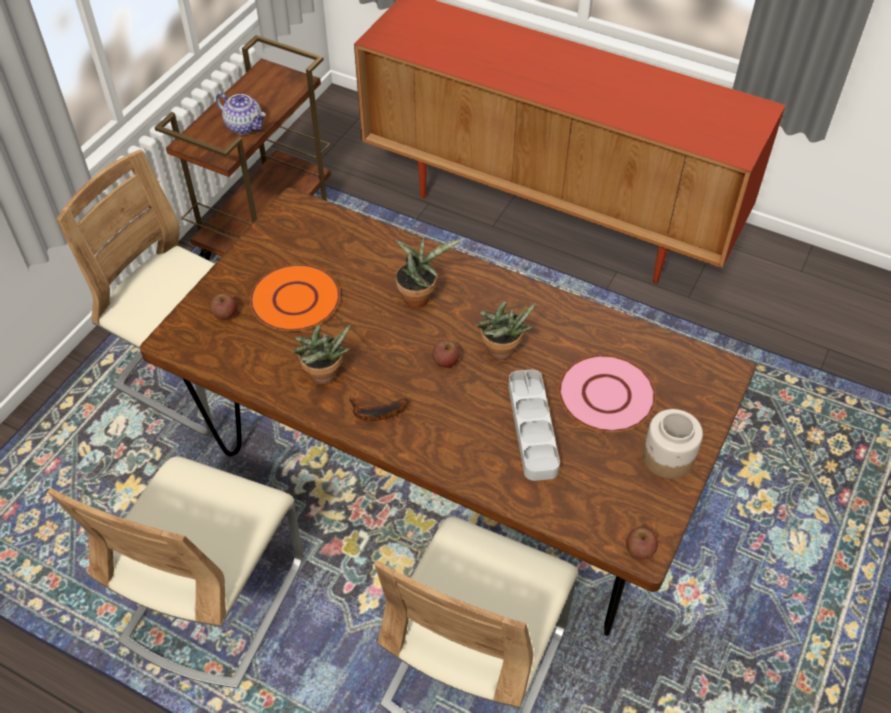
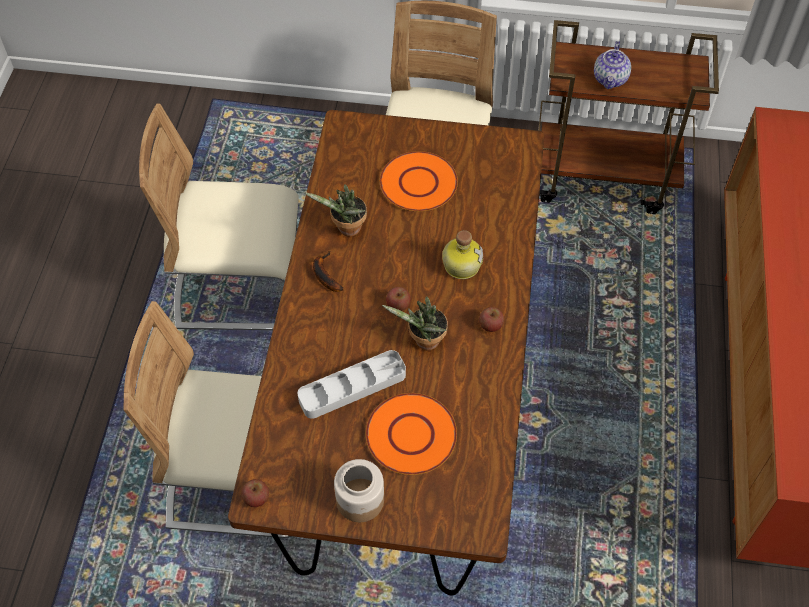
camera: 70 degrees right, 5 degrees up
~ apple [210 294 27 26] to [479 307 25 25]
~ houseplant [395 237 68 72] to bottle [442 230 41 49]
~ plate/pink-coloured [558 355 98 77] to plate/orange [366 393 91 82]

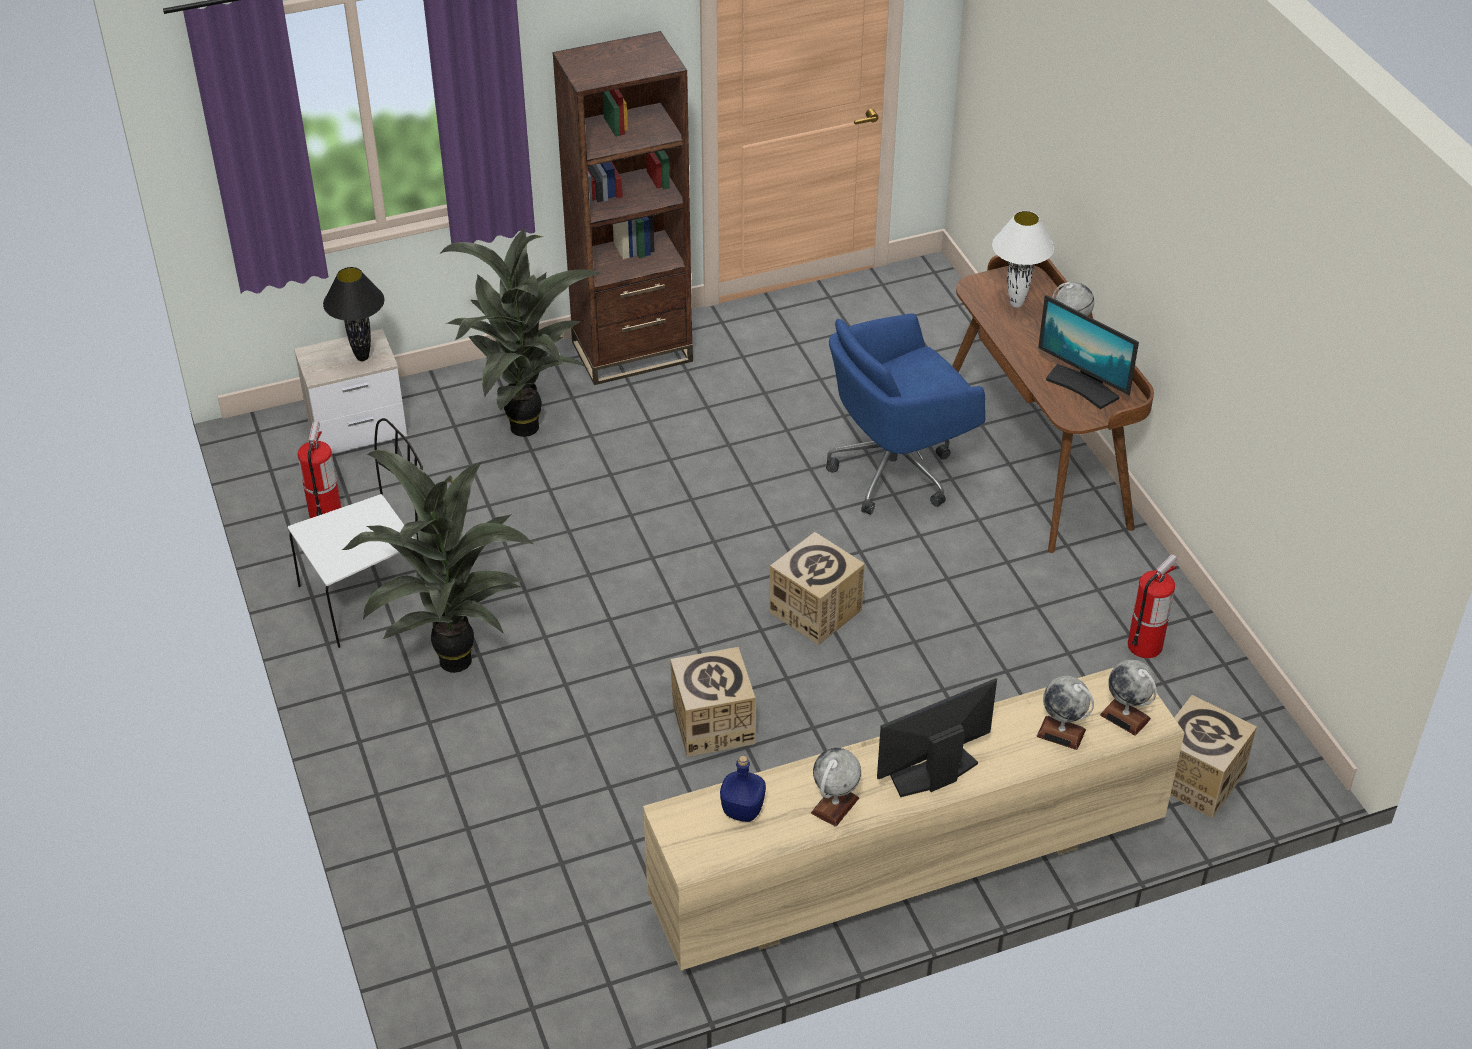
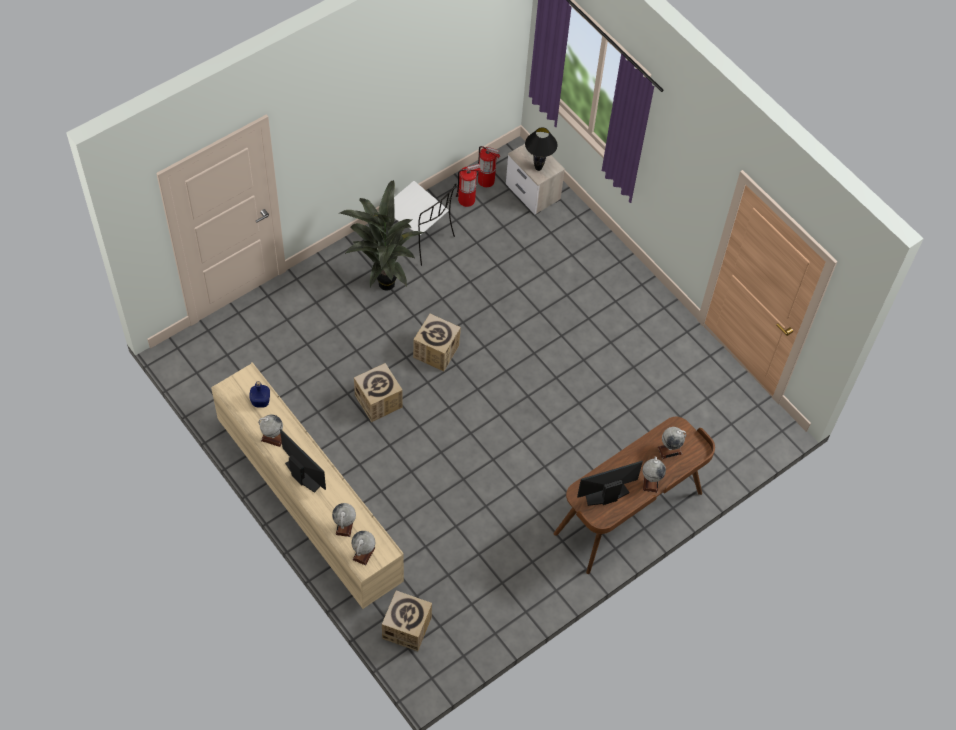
camera: 70 degrees right, 15 degrees up
- houseplant [440 228 163 209]
- bookcase/brownish [552 31 141 354]
- desk chair/blue-coloured [826 313 159 202]
~ cardboard box [769 532 96 113] to [413 314 48 57]
~ fire-fighting cylinder [1128 554 50 104] to [476 146 24 41]
~ table lamp/white-coloured [992 211 62 97] to desk globe [658 427 29 32]
~ monitor [1038 295 101 114] = [577 461 66 45] 45 degrees clockwise

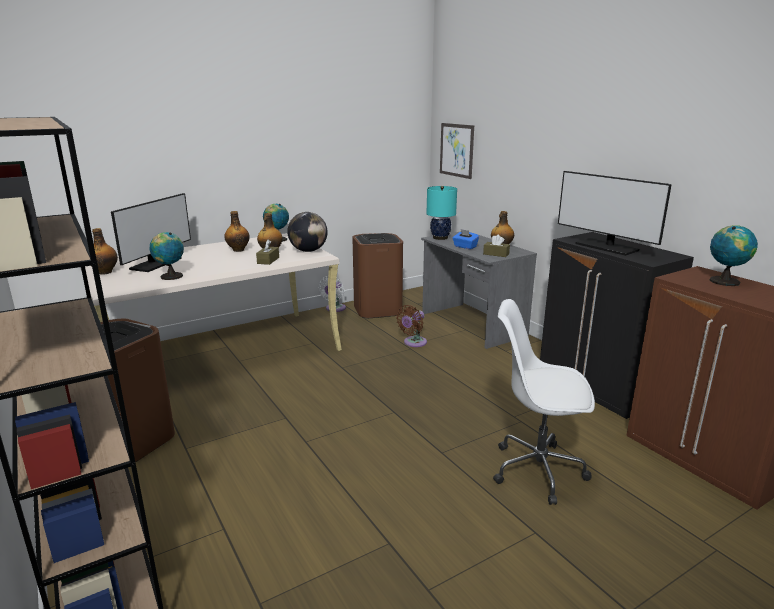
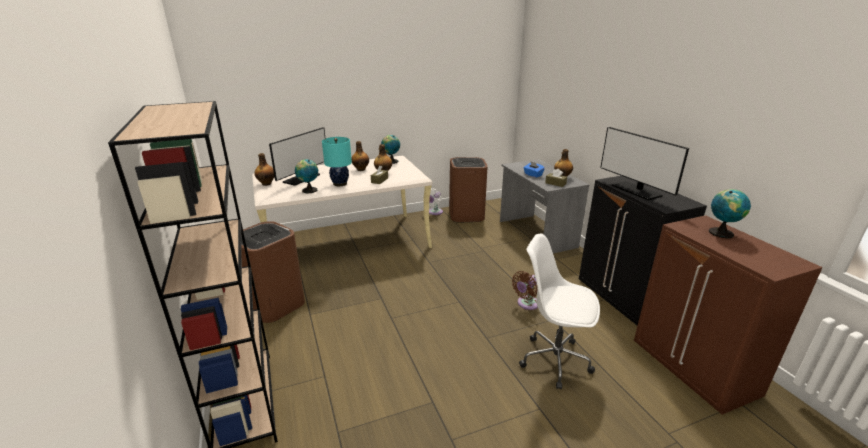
camera: 10 degrees right, 5 degrees up
- desk globe [287 212 41 40]
- picture [440 123 34 56]
~ electric fan/brownish [396 305 31 42] to [512 271 26 39]
~ table lamp/turquoise-coloured [426 186 31 54] to [322 137 30 49]

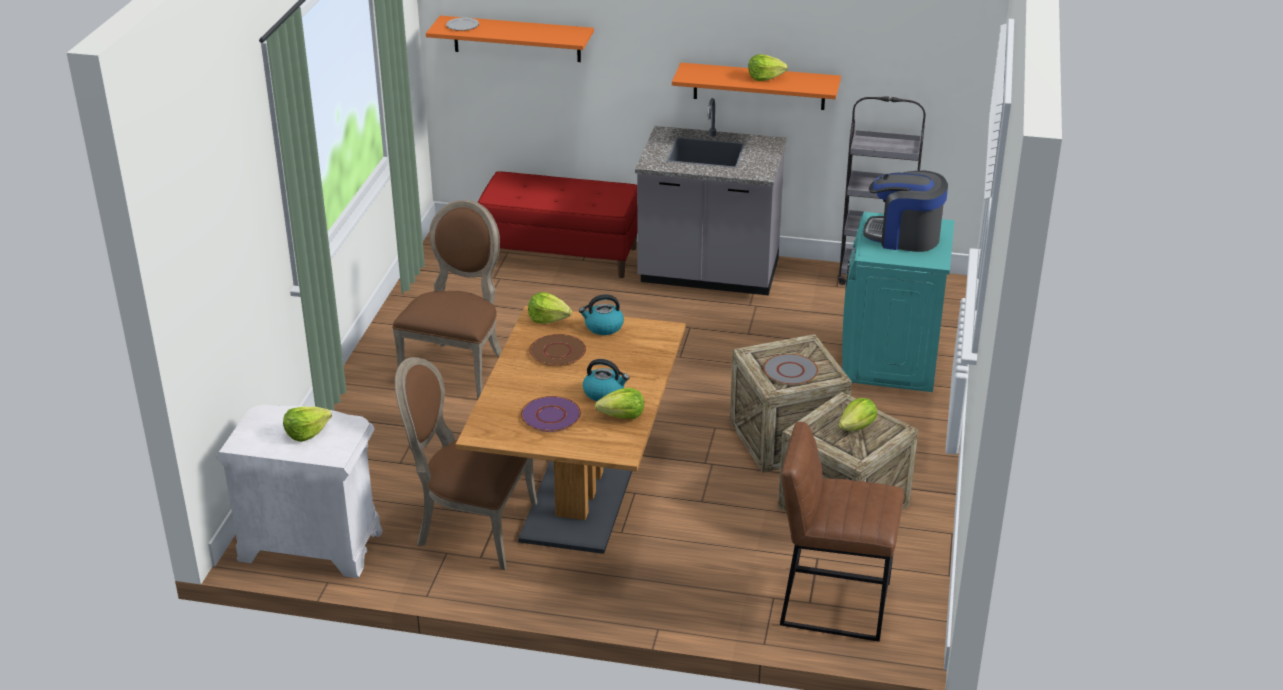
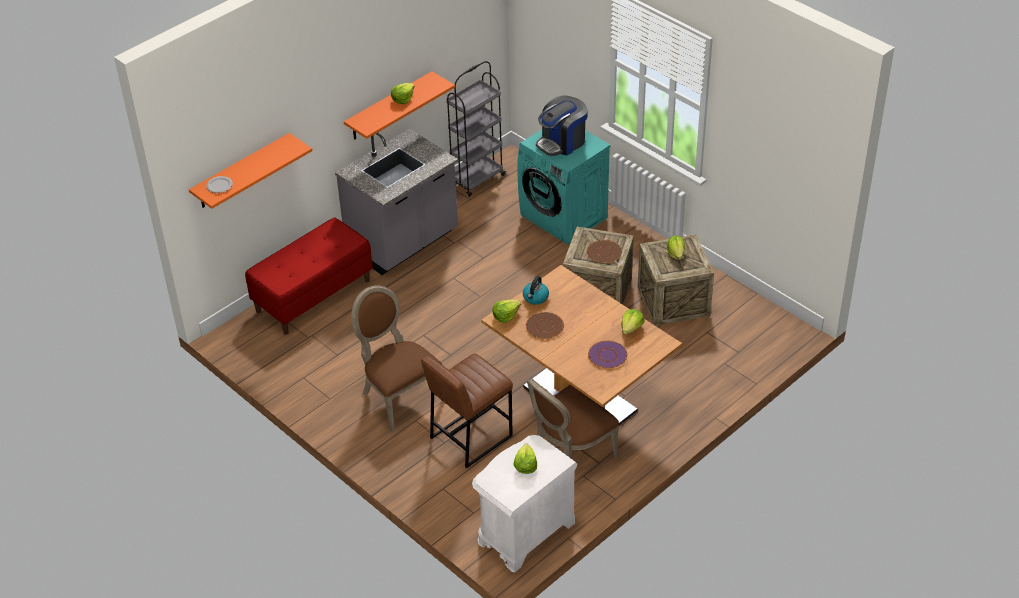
camera: 55 degrees left, 10 degrees up
- tea kettle [583 359 47 42]
~ upright chair/brownish [780 422 124 220] to [421 353 92 115]
~ plate/gray [763 354 55 31] to plate/brownish [586 240 36 23]

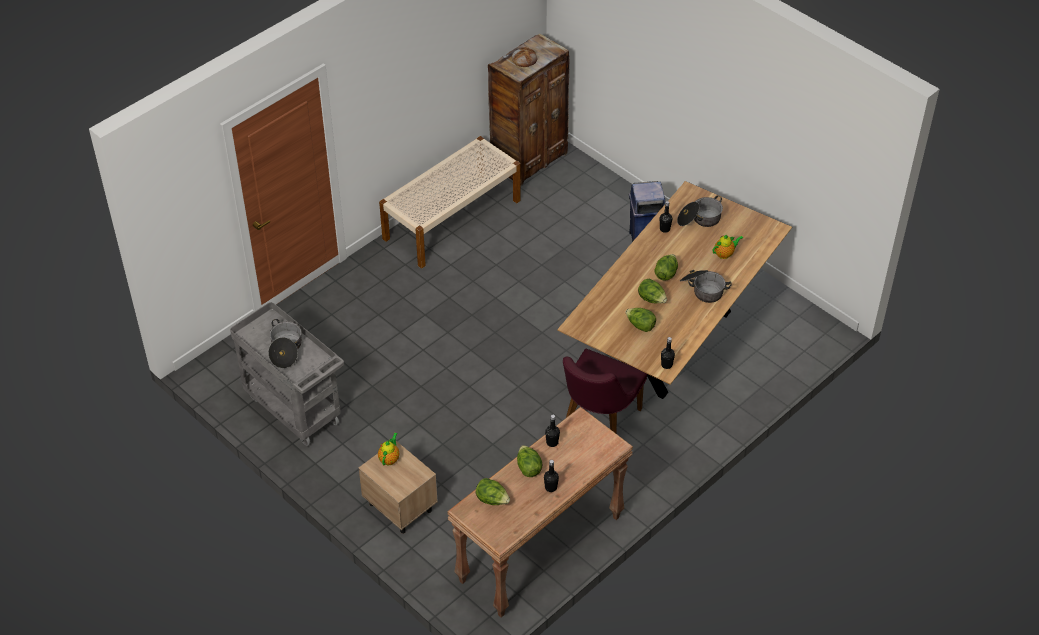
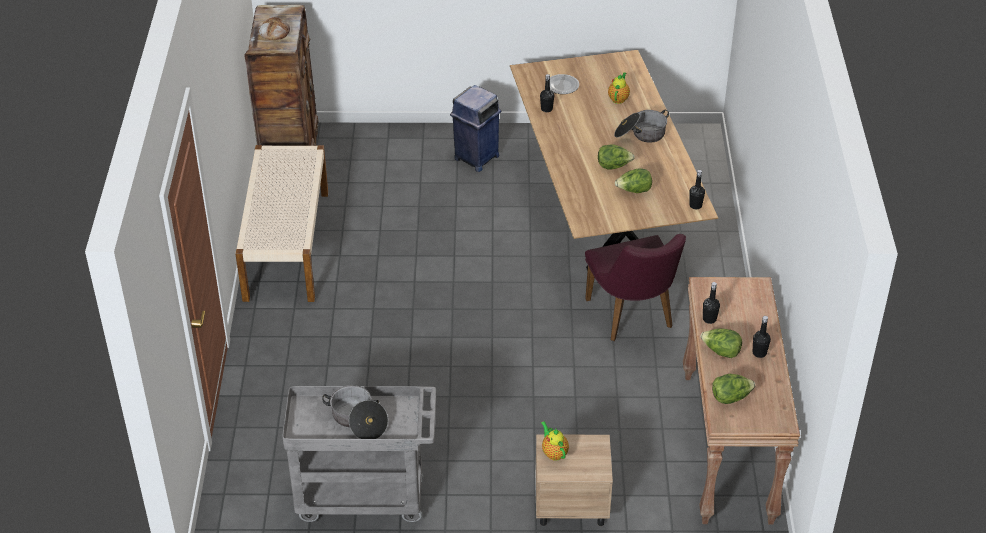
camera: 45 degrees left, 5 degrees down
- head of lettuce [654 254 24 27]
~ stockpot [677 195 46 32] to plate [550 74 29 20]

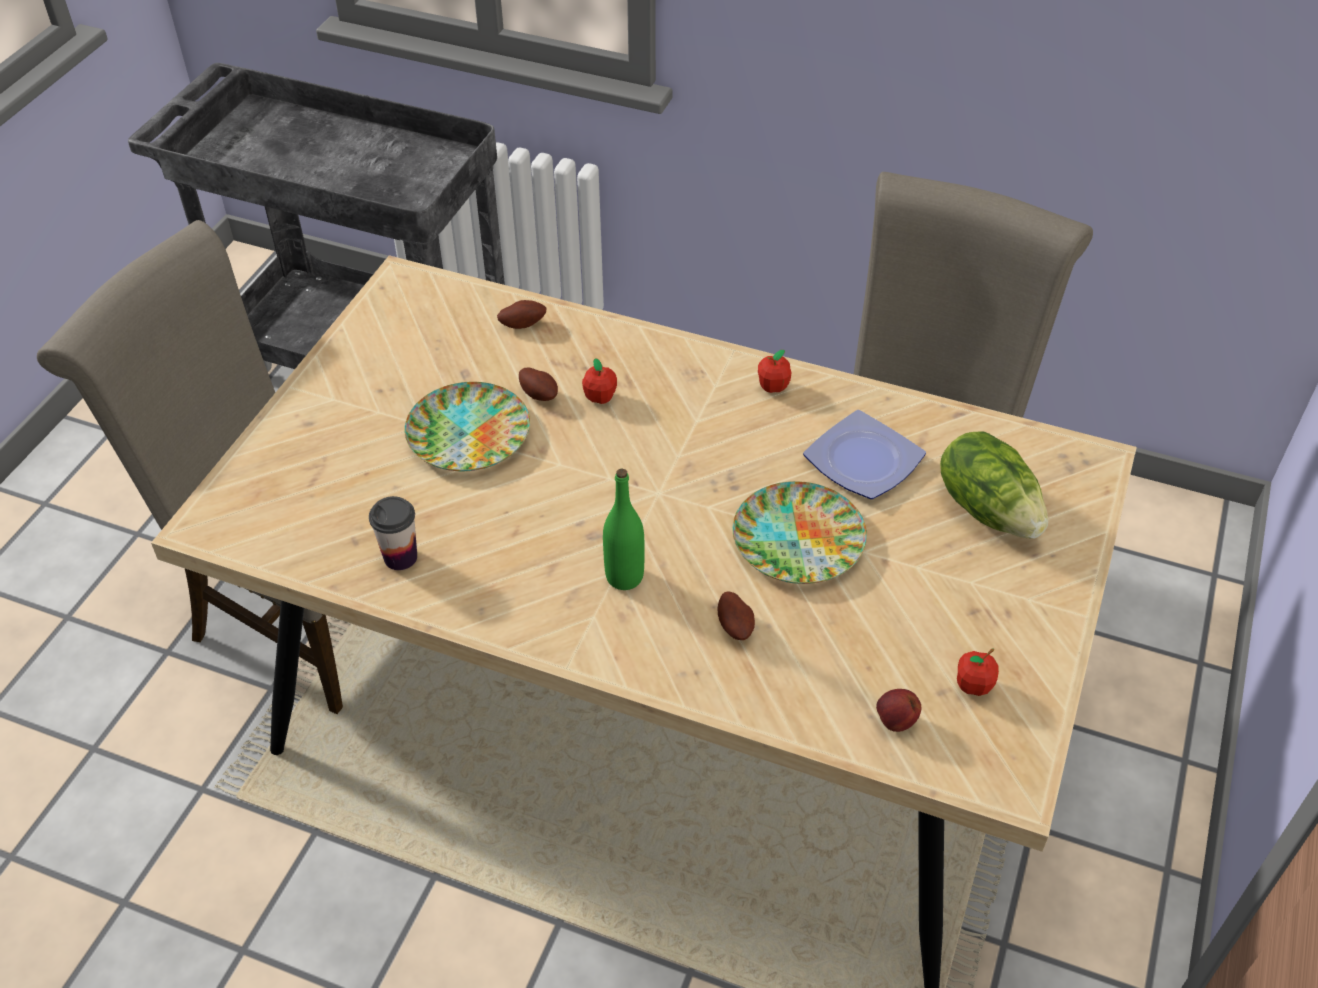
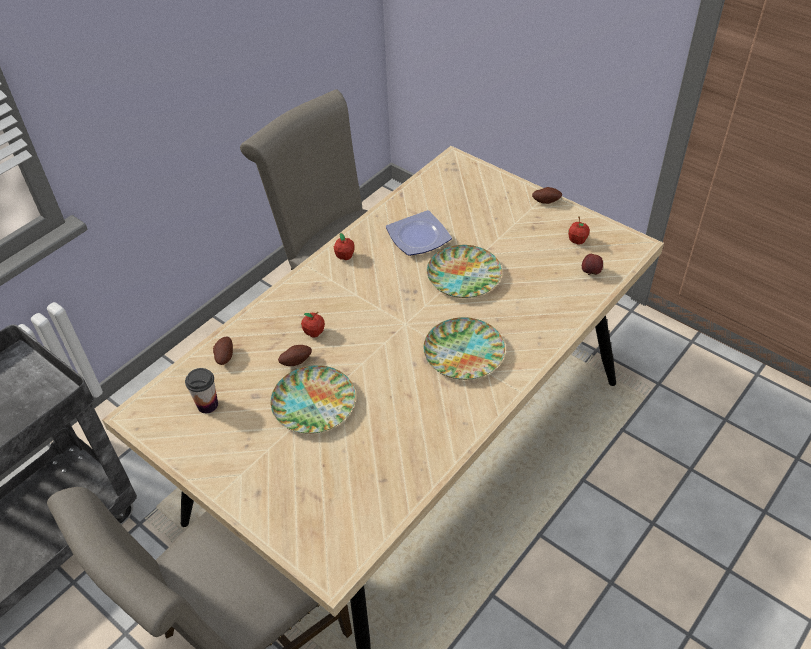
camera: 70 degrees left, 0 degrees up
- head of lettuce [940 431 108 108]
~ drinking cup [369 496 48 74] to [185 368 33 45]
~ whole potato [718 591 37 49] to [532 187 30 17]
~ bottle/greenish [603 468 41 122] to plate [423 317 82 63]

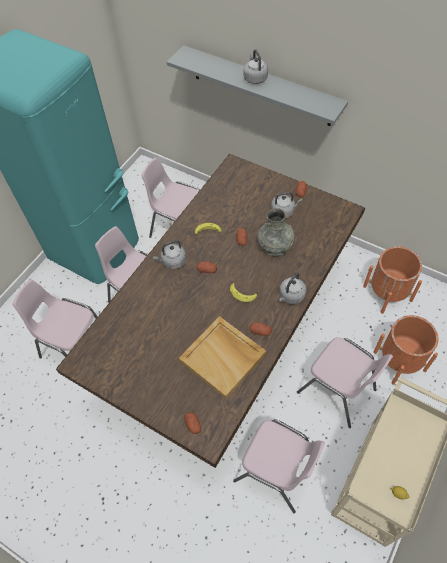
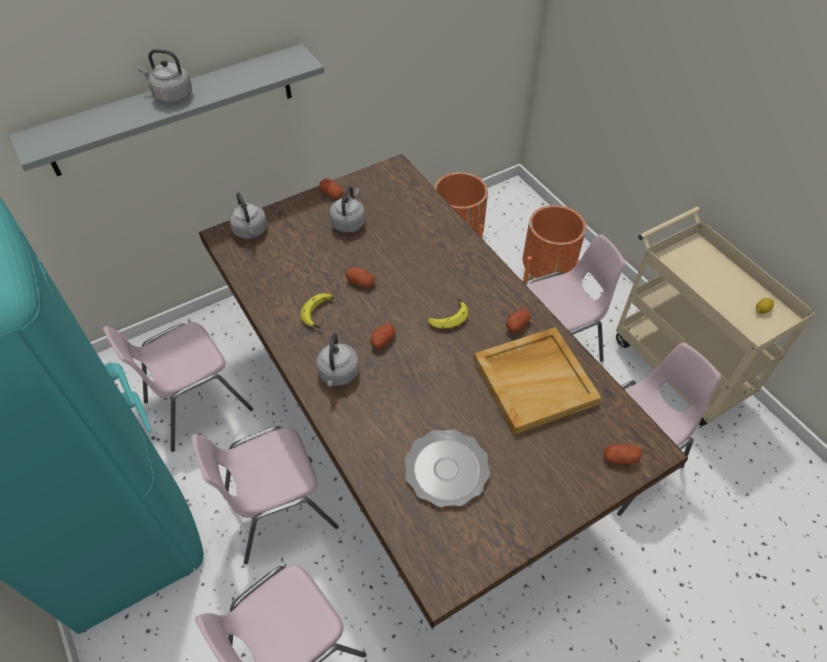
camera: 65 degrees left, 5 degrees down
- flower vase/gray [257 208 38 48]
+ plate [404 429 86 78]
~ tea kettle/gray [279 272 27 32] to [229 192 38 47]

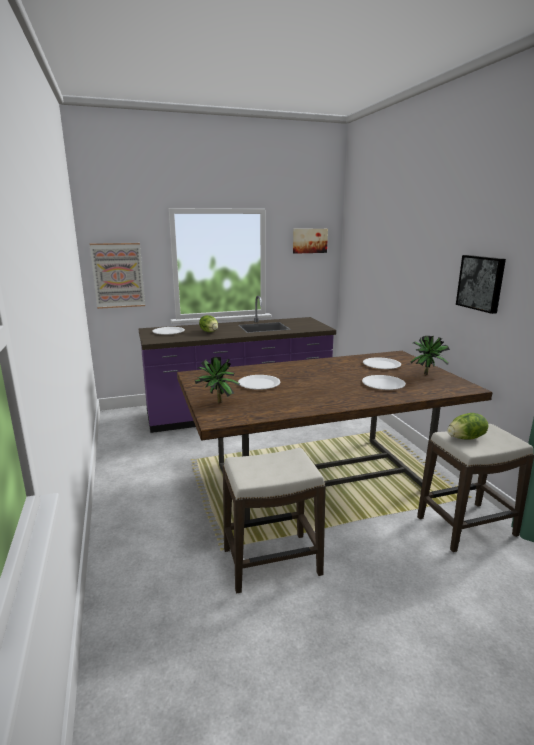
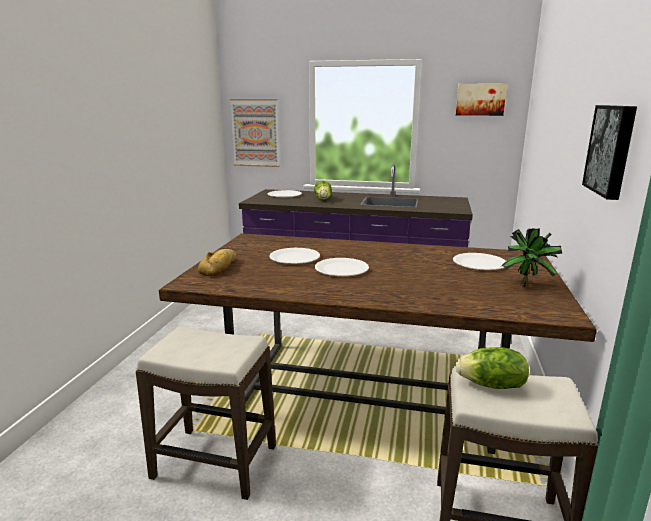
camera: 30 degrees right, 0 degrees up
~ plate/white-coloured [362 375 44 15] to [315 258 54 18]
~ houseplant [195 357 45 46] to bread [198 249 38 27]

